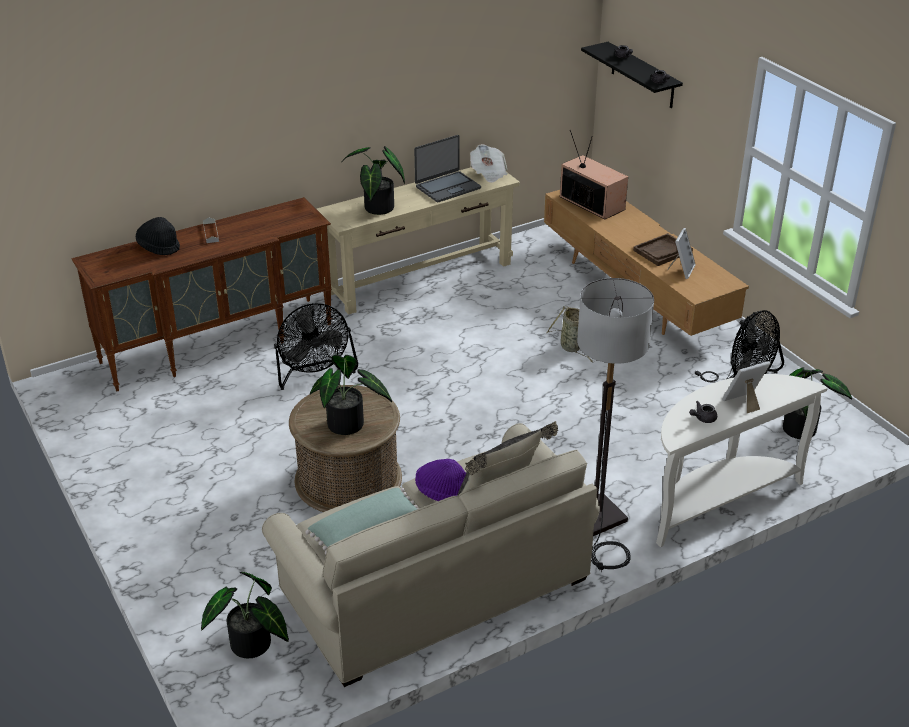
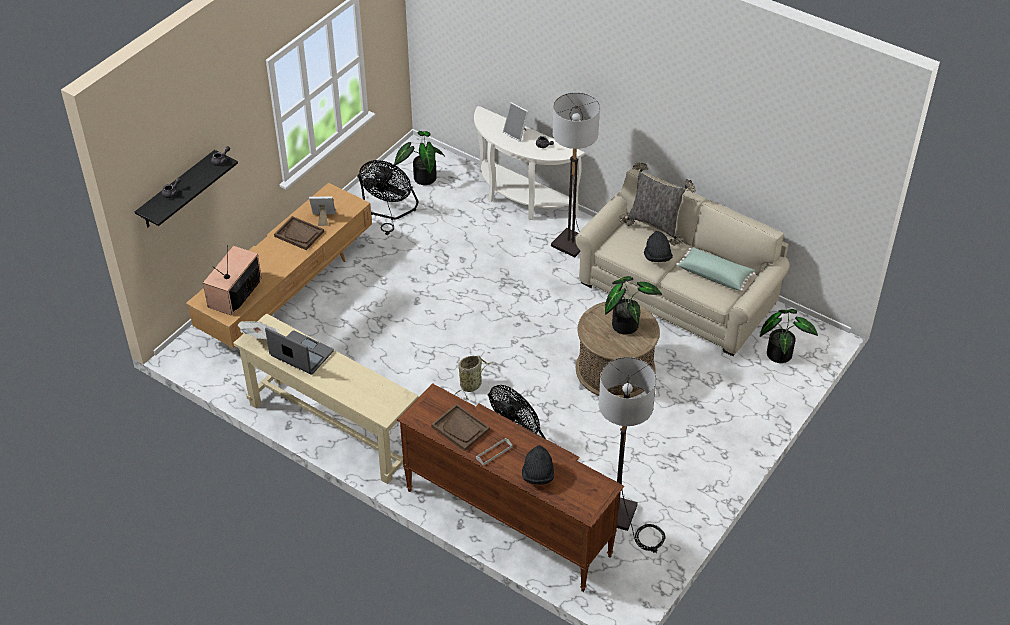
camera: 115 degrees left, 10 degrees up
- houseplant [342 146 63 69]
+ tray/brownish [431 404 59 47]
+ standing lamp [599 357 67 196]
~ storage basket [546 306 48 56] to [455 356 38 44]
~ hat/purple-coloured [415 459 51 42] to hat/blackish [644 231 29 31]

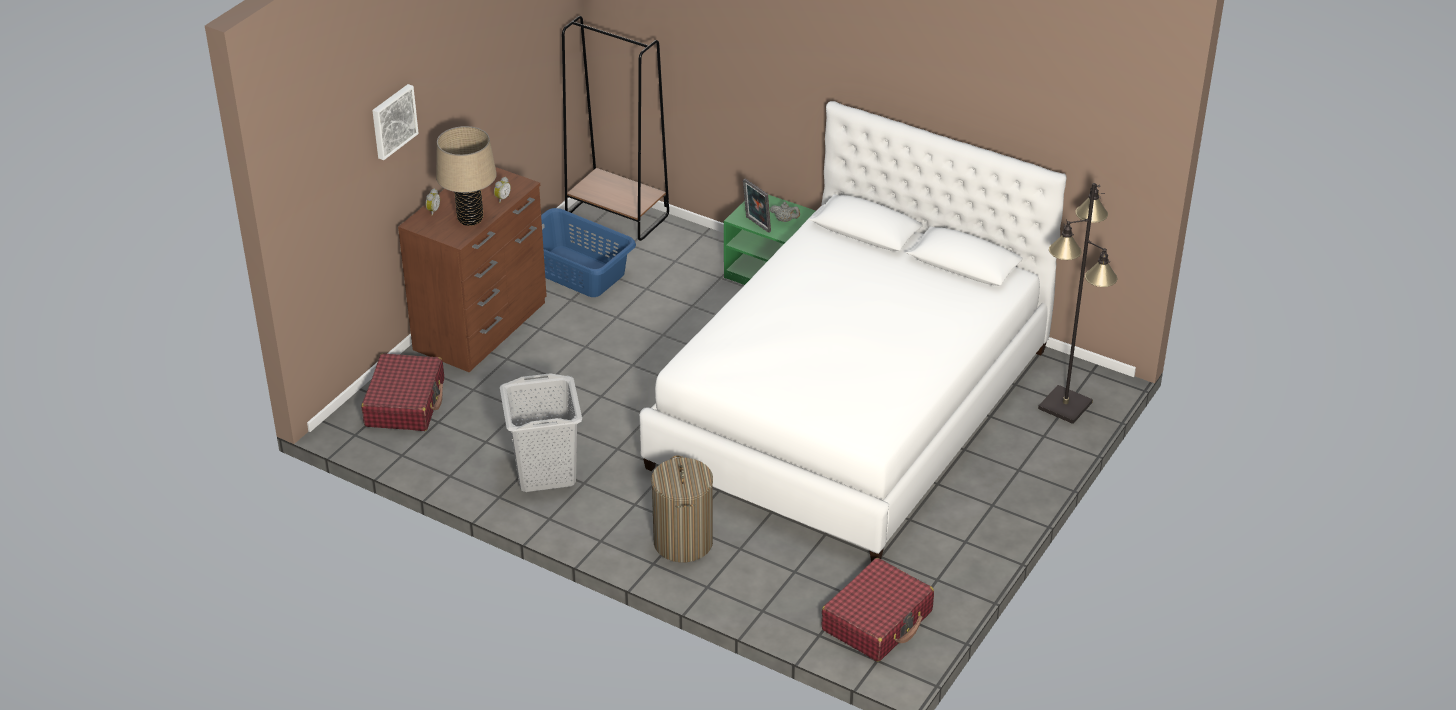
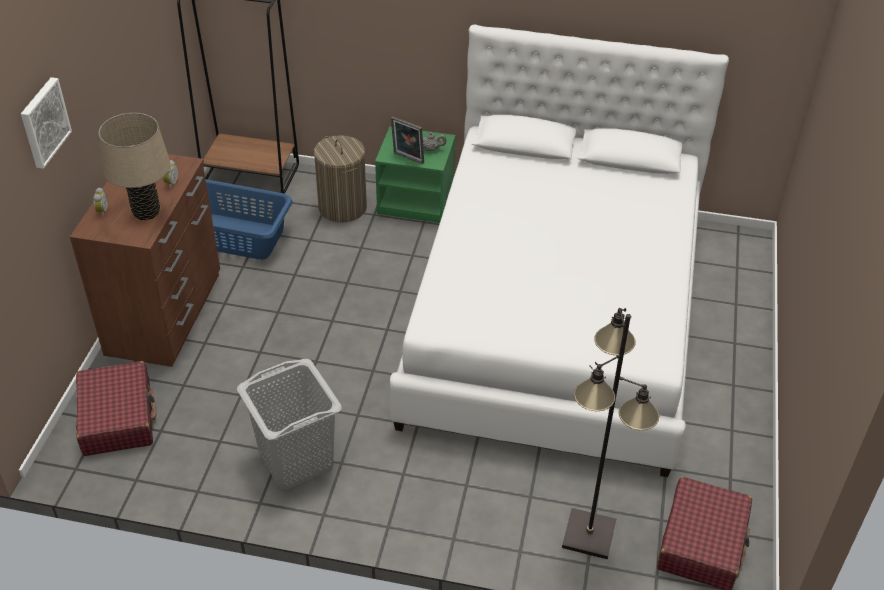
camera: 20 degrees left, 5 degrees up
~ washing basket [651 455 62 107] to [314 135 53 88]
~ standing lamp/blackish [1038 183 80 241] to [562 308 97 251]

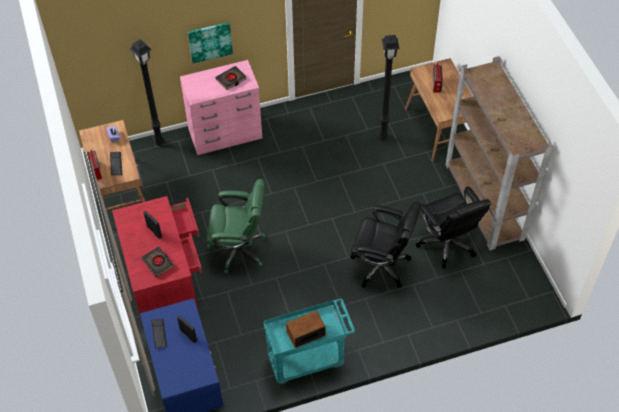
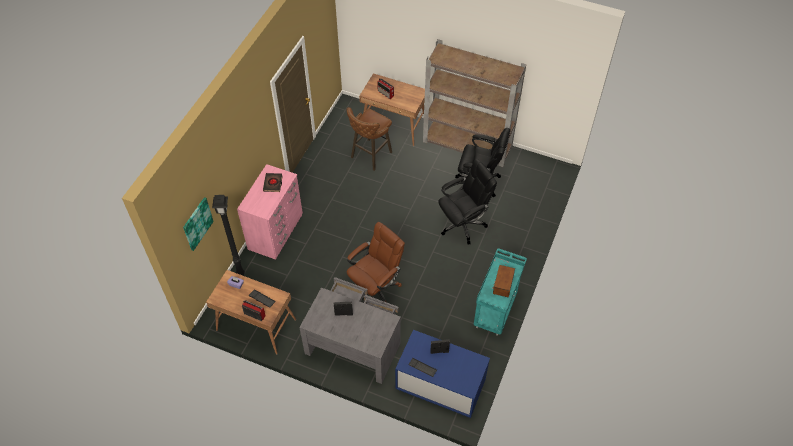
camera: 50 degrees left, 0 degrees up
- bound book/blackish [141 247 33 30]
~ picture [188 22 45 41] to [183 197 31 54]
~ standing lamp/blackish [379 35 20 106] to stool seat/brownish [347 107 45 64]
~ desk unit/red-coloured [112 196 90 121] to desk unit/gray [299 277 102 107]
~ desk chair/greenish [206 179 60 95] to desk chair/brownish [347 222 58 80]

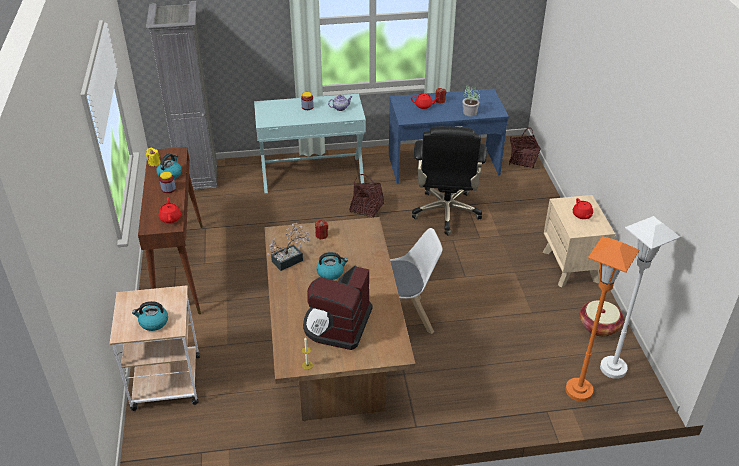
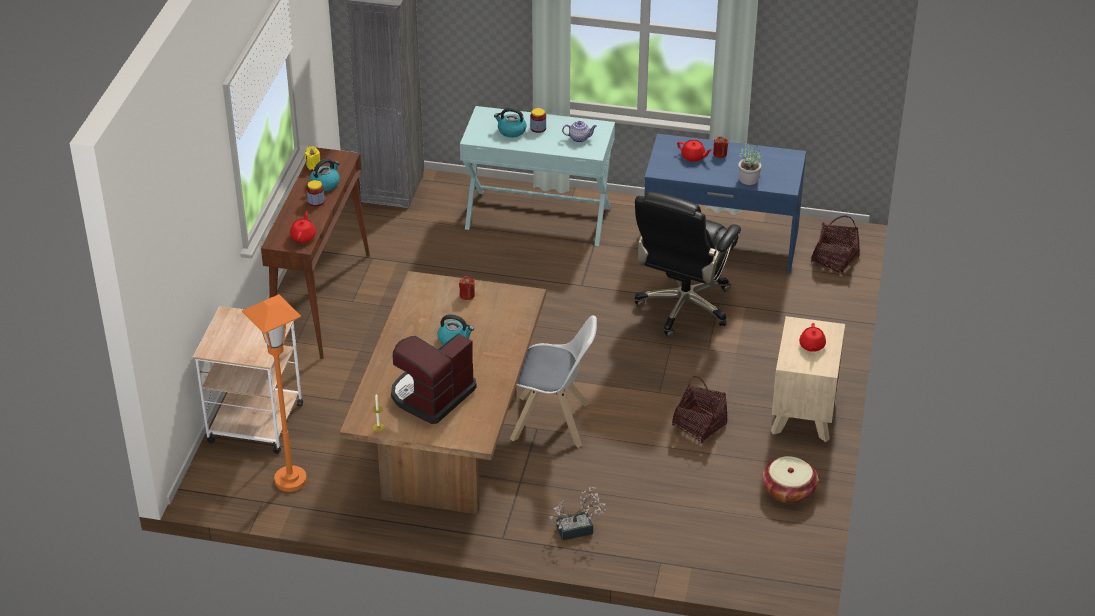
camera: 20 degrees right, 0 degrees up
- standing lamp/white-coloured [600 216 80 163]
~ tea kettle [132 301 36 30] to [494 108 32 30]
~ houseplant [267 223 43 48] to [550 487 56 54]
~ storage basket [350 174 34 44] to [672 376 55 67]
~ standing lamp/orange [566 236 73 166] to [242 294 65 198]

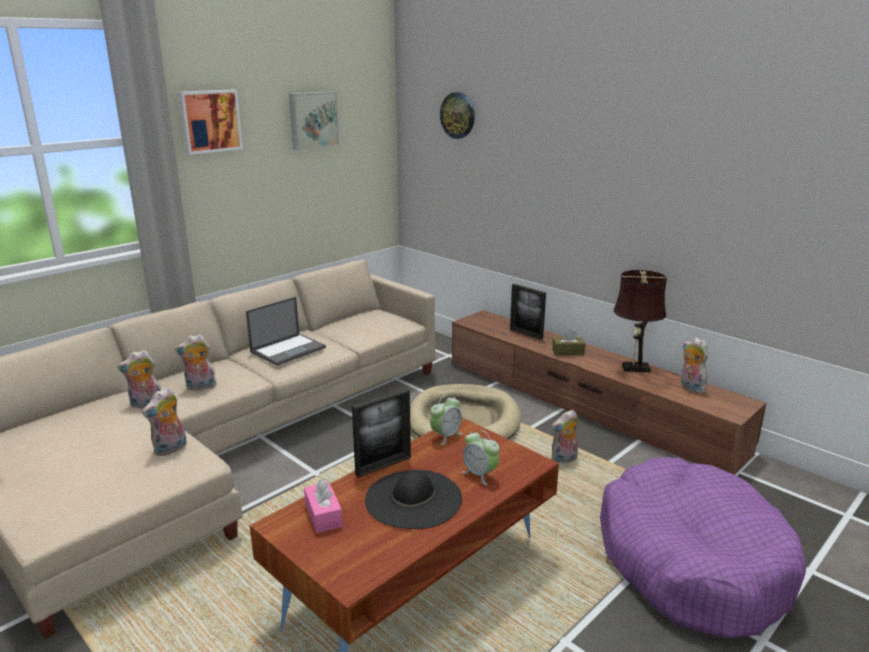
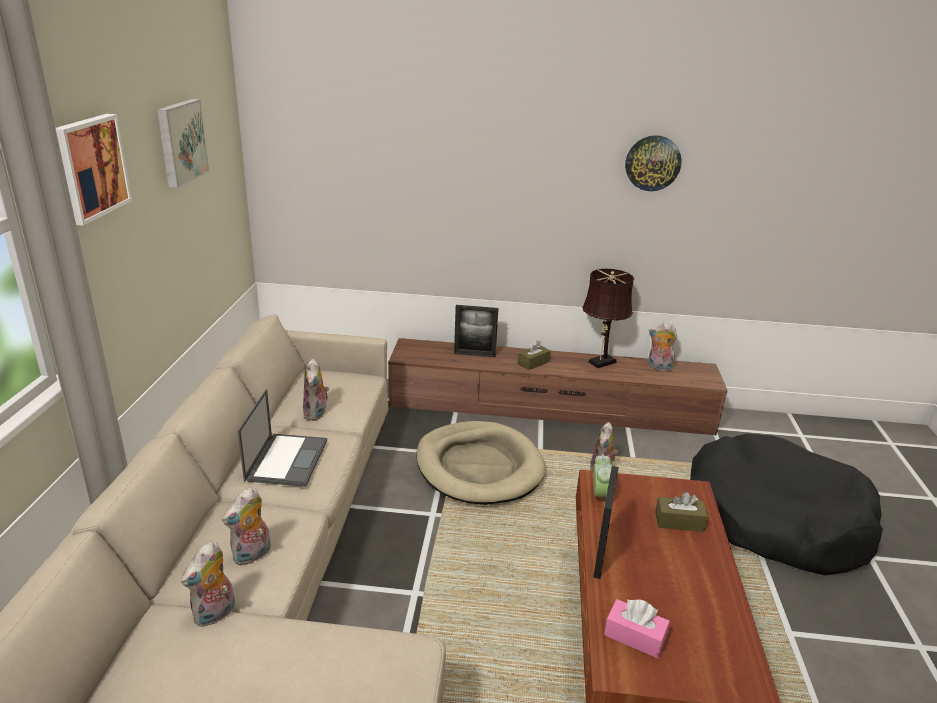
camera: 40 degrees left, 5 degrees up
- hat/blackish [365 470 97 59]
~ soft toy [142 387 45 69] to [303 358 26 63]
~ clock on the wall [440 92 35 47] to [625 135 57 56]
~ bedside clock [462 430 38 55] to box of tissues/brownish [655 492 53 40]
~ dog cushion/purple-coloured [600 457 206 182] to dog cushion/blackish [690 433 193 142]

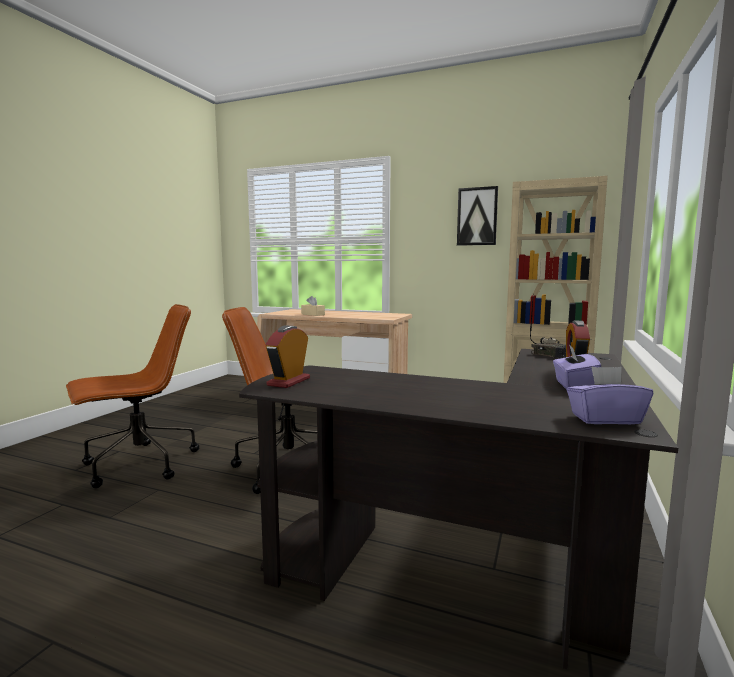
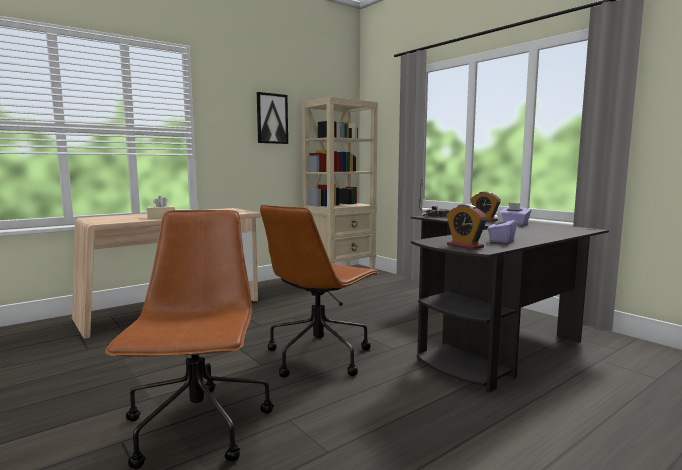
camera: 60 degrees left, 0 degrees up
~ box of tissues/purple-coloured [567 366 86 58] to [488 213 29 30]

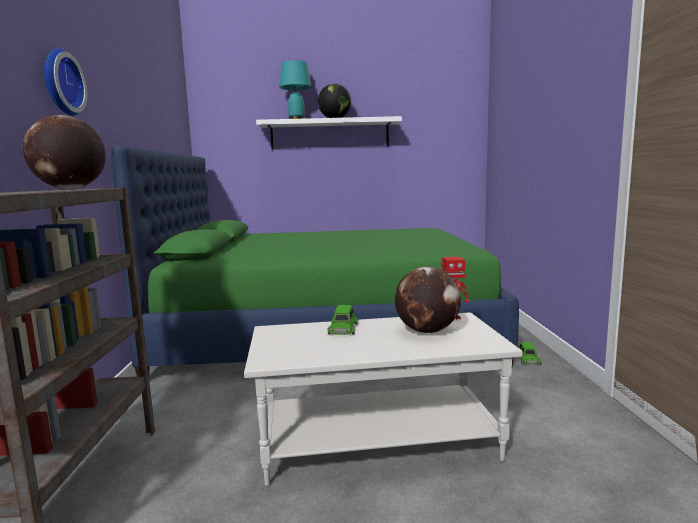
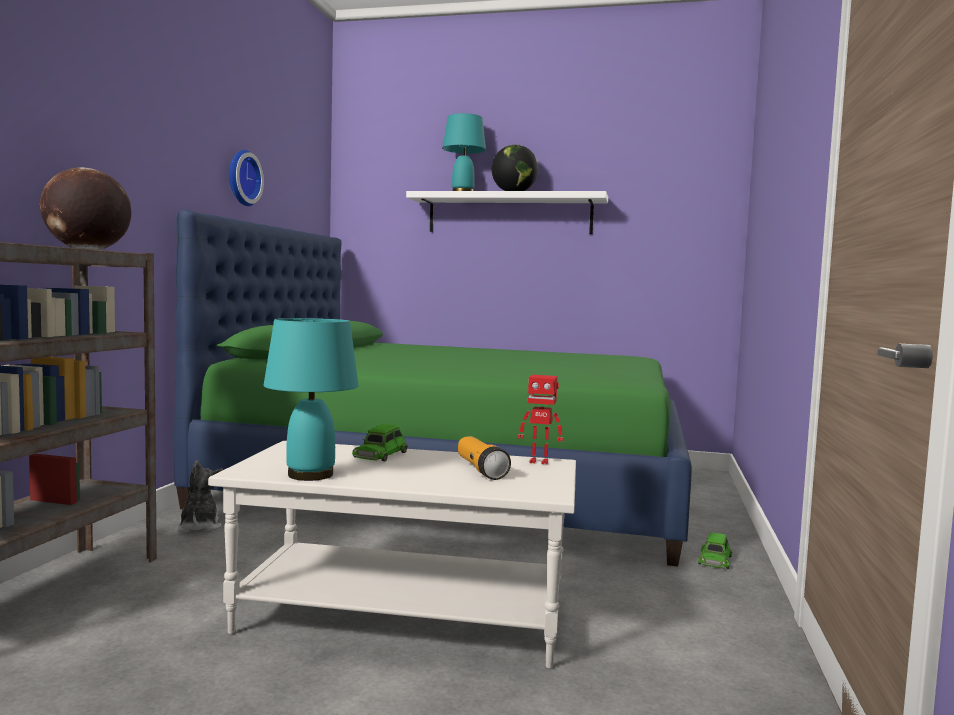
camera: 15 degrees right, 5 degrees down
+ soft toy [177 460 46 73]
+ table lamp/turquoise-coloured [264 318 95 163]
~ clock on the wall [44 48 43 68] to [229 150 35 56]
~ desk globe [395 267 66 66] to flashlight [458 436 53 44]

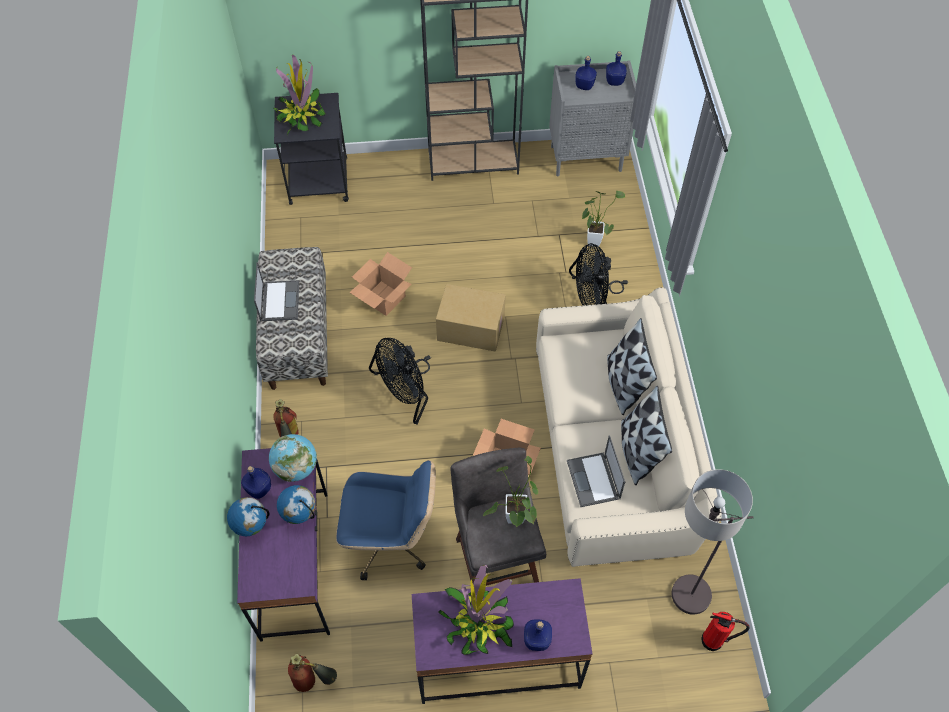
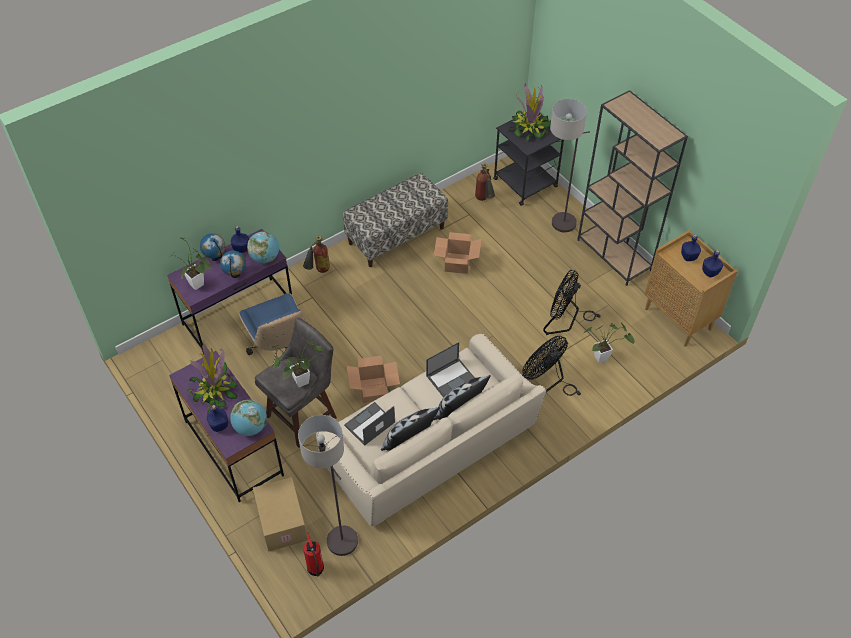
camera: 60 degrees right, 5 degrees down
+ houseplant [169 237 42 53]
+ desk globe [230 400 37 36]
+ standing lamp/gray [550 99 40 134]
~ notebook computer [254 262 45 59] to [426 342 49 55]
~ fire-fighting cylinder [288 654 49 38] to [475 163 20 38]
~ electric fan/blackish [369 338 62 87] to [543 269 58 66]
~ cardboard box [436 284 70 68] to [253 477 55 74]
~ cupboard/gray [549 60 87 116] to cupboard/brownish [644 230 94 117]

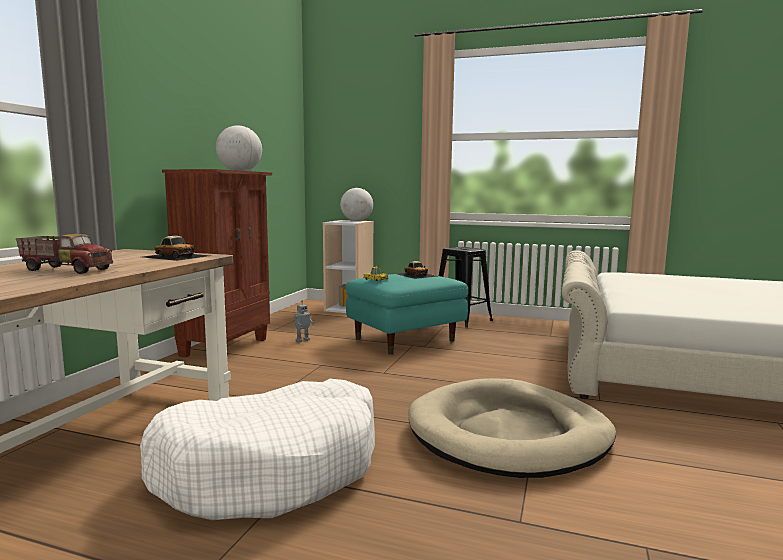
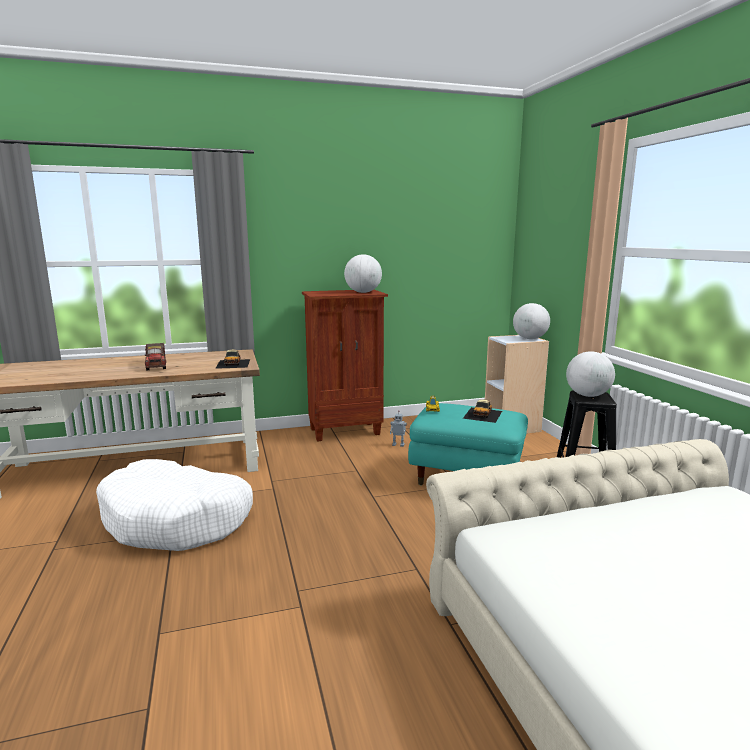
camera: 55 degrees right, 5 degrees up
- dog cushion/beige [408 378 208 100]
+ desk globe [566 351 49 46]

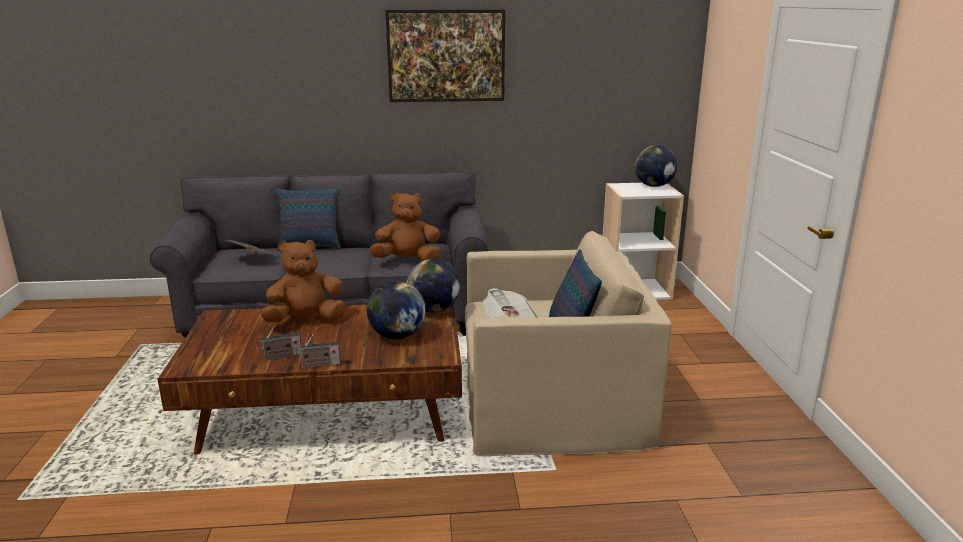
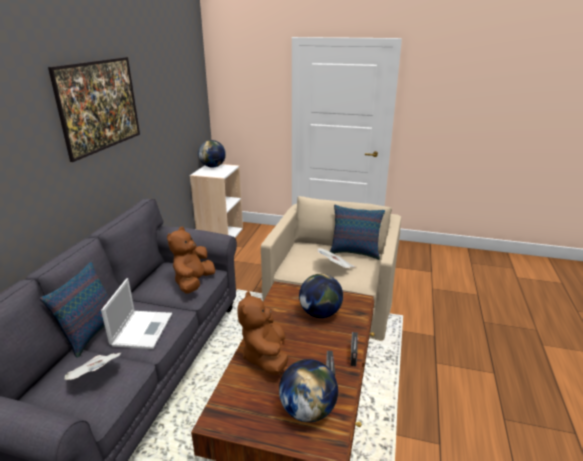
camera: 70 degrees left, 5 degrees up
+ notebook computer [101 278 71 71]
~ desk globe [406 259 54 54] to [279 359 59 63]

